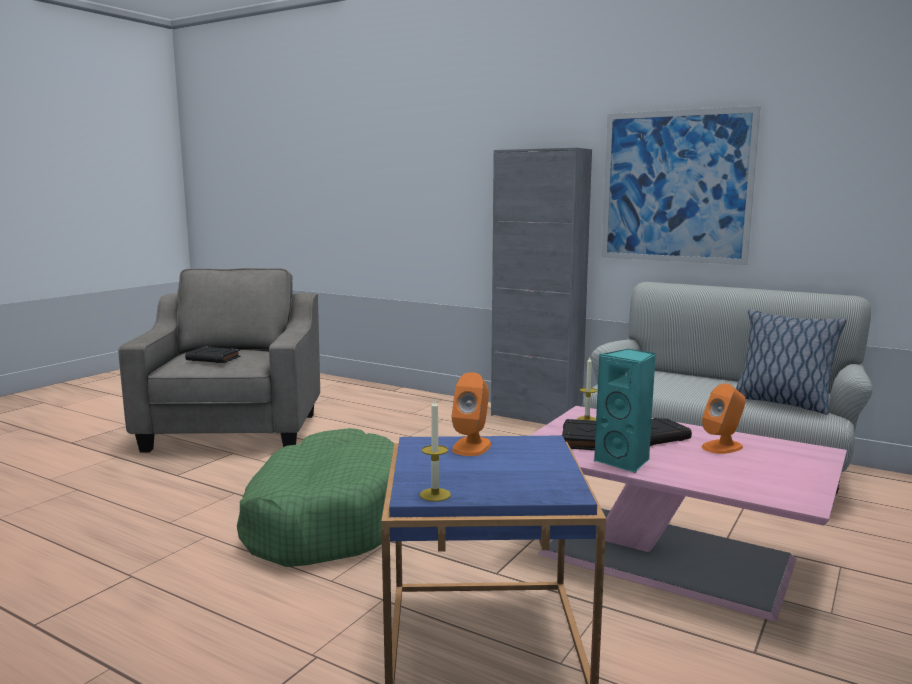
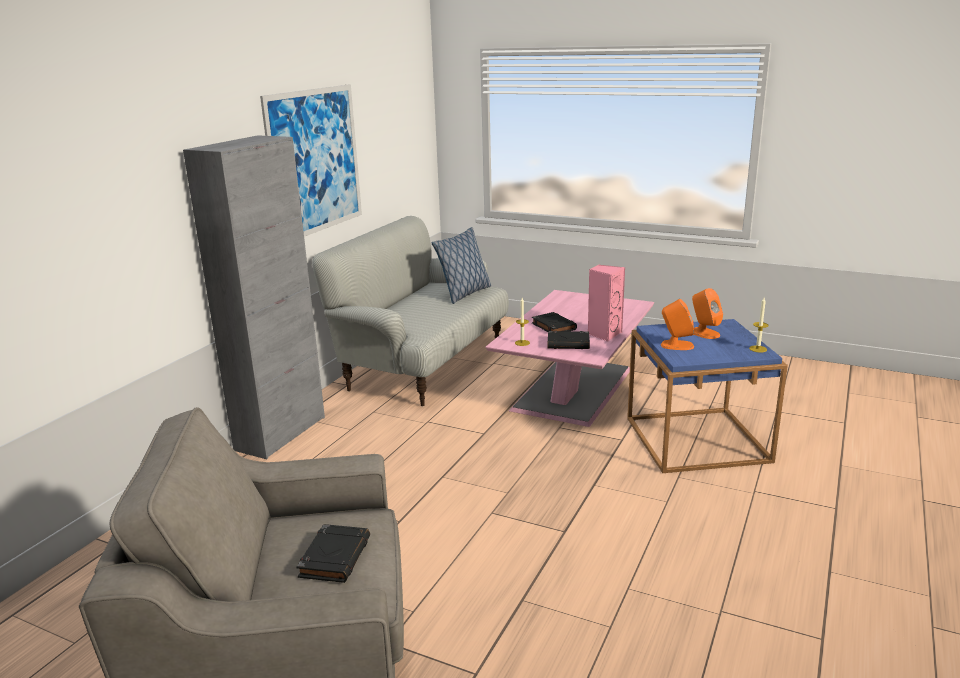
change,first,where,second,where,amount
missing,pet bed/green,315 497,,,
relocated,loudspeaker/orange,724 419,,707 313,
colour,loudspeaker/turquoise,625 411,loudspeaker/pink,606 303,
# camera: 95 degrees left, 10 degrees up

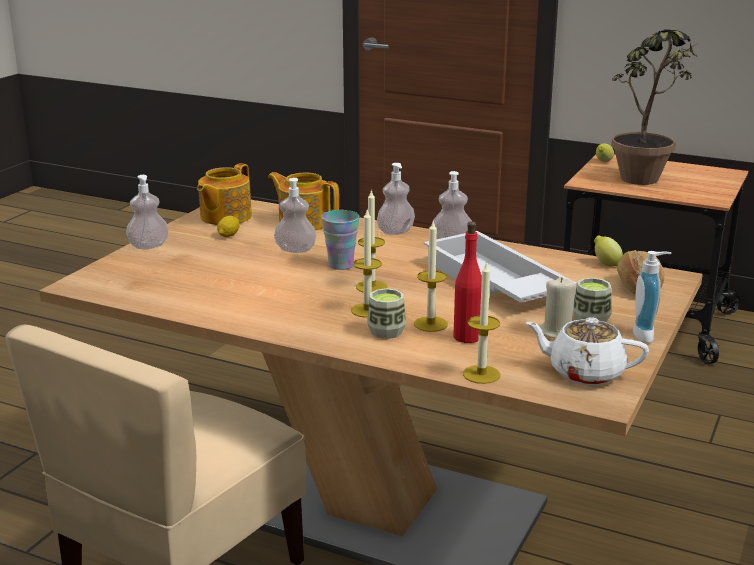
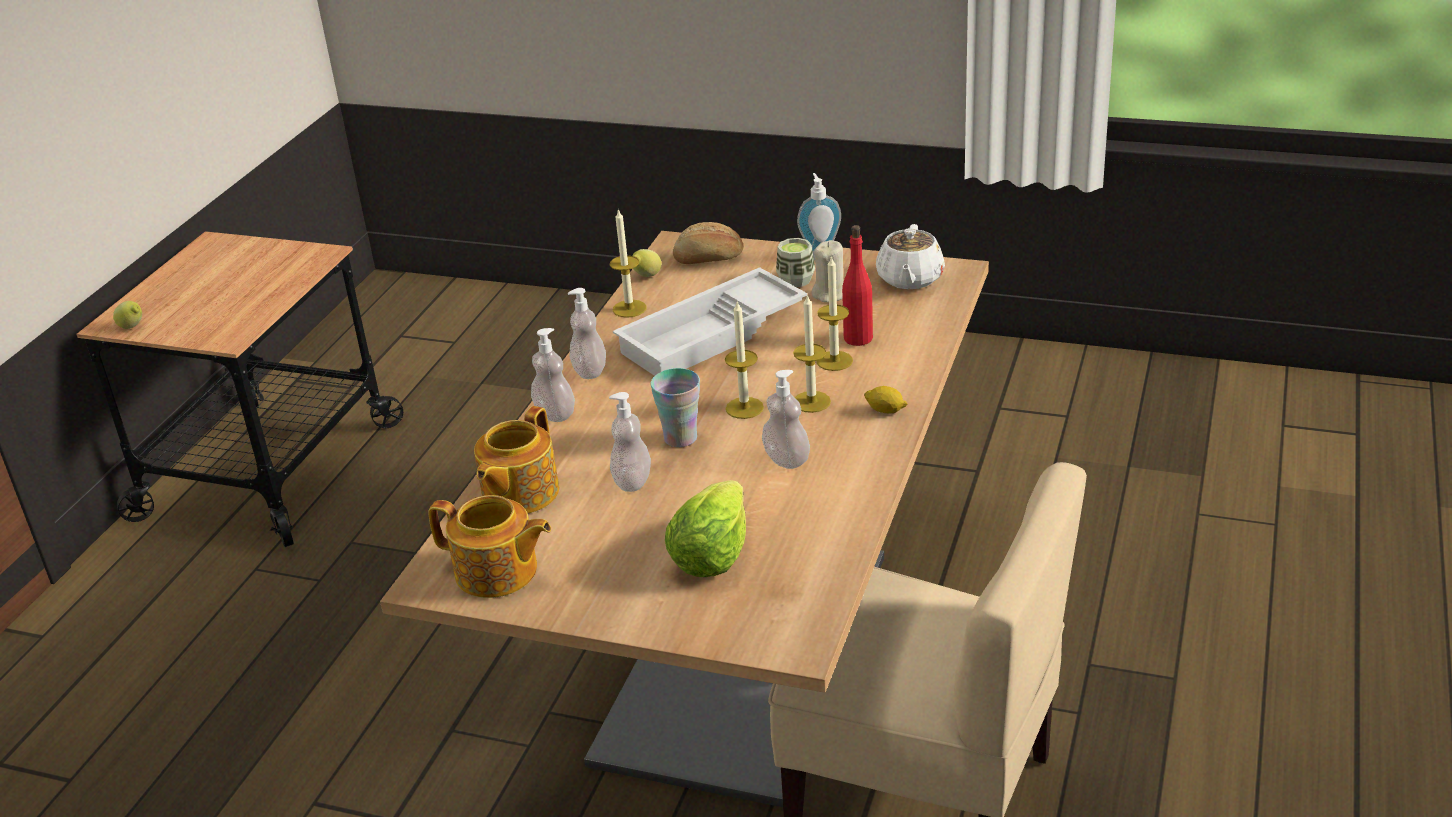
change,first,where,second,where,amount
missing,drinking cup,386 313,,,
missing,potted plant,654 107,,,
appeared,,,lettuce head,705 528,
relocated,soap dispenser,147 212,,786 419,
relocated,lemon,228 226,,885 399,
relocated,wax light,481 322,,628 263,
# camera: 95 degrees left, 10 degrees up

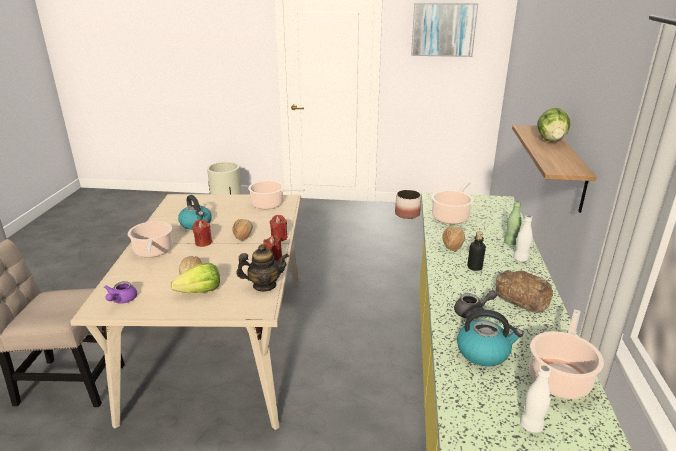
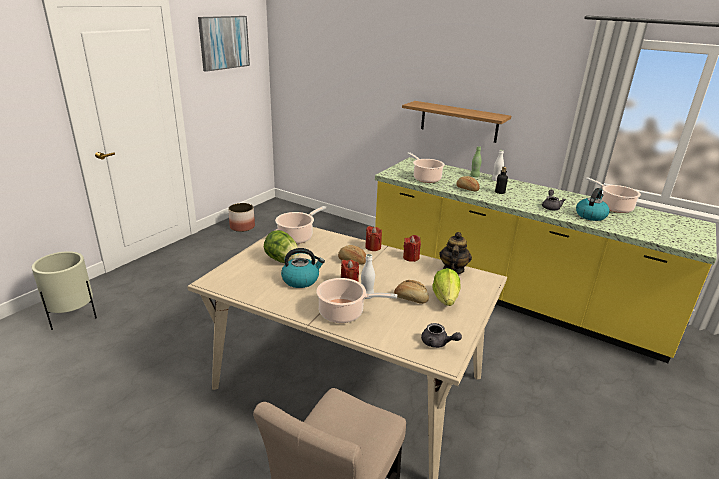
change,first,where,second,where,amount
missing,baked bread,524 291,,,
relocated,beverage bottle/white-coloured,535 399,,368 276,
relocated,lettuce head,553 125,,282 246,
colour,tea pot/purple,120 292,tea pot/grey,441 335,
# camera: 65 degrees left, 0 degrees up

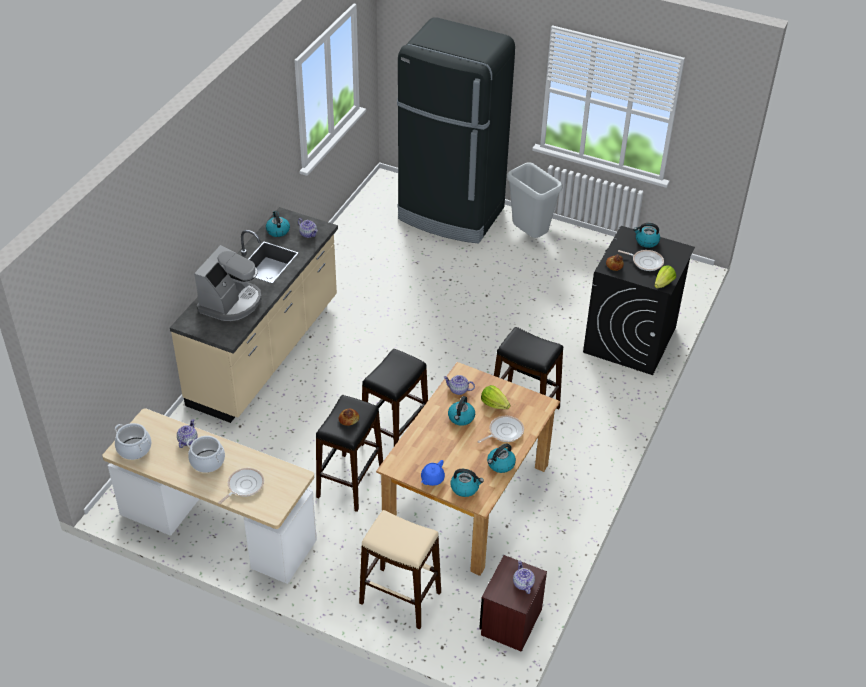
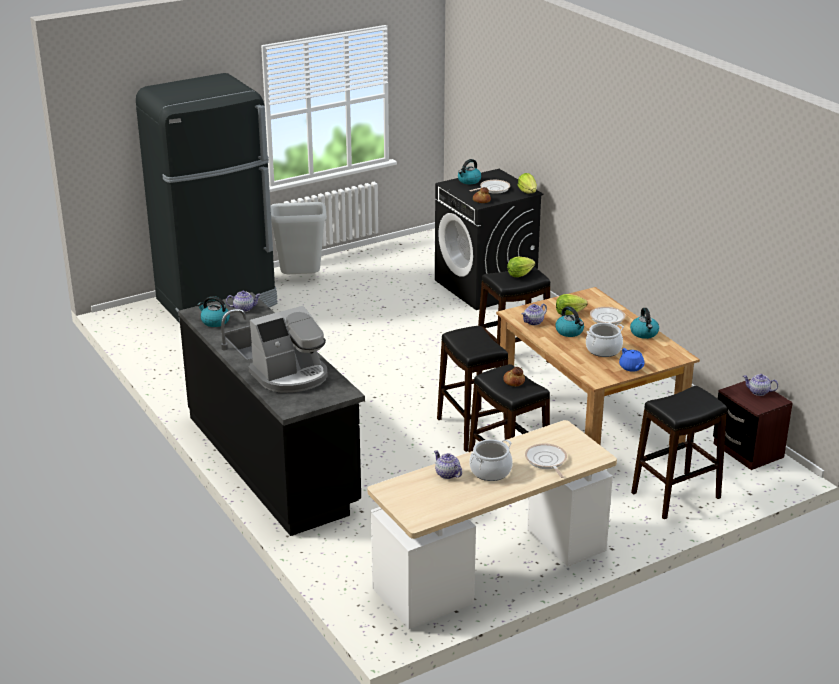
change,first,where,second,where,amount
missing,water kettle,467 483,,,
appeared,,,lettuce head,521 266,
relocated,stockpot,132 441,,605 340,
colour,counter/beige-coloured,254 315,counter/black,271 414,
colour,sitting stool/beige-coloured,400 569,sitting stool/black,679 452,
spun,coffee maker,228 283,,288 349,90 degrees clockwise
# camera: 55 degrees left, 15 degrees down

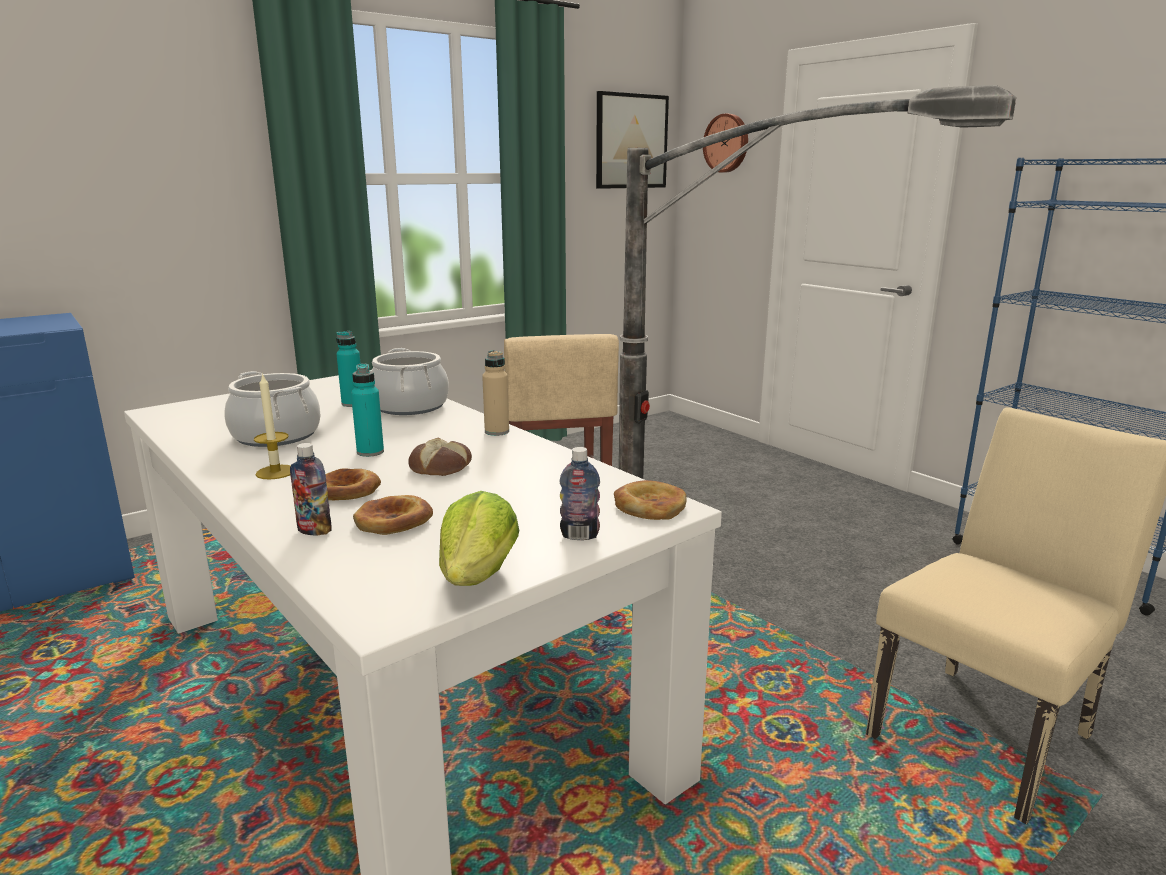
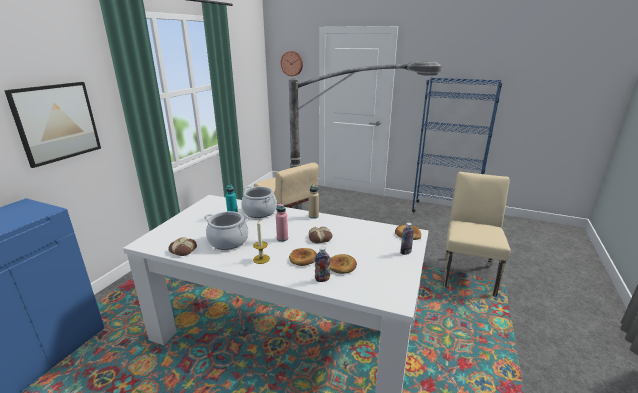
change,first,where,second,where,amount
missing,lettuce head,479 538,,,
appeared,,,baked bread,182 246,
relocated,wall art,632 140,,52 125,
colour,beverage bottle/turquoise,367 410,beverage bottle/pink,282 222,
# camera: 30 degrees left, 5 degrees up

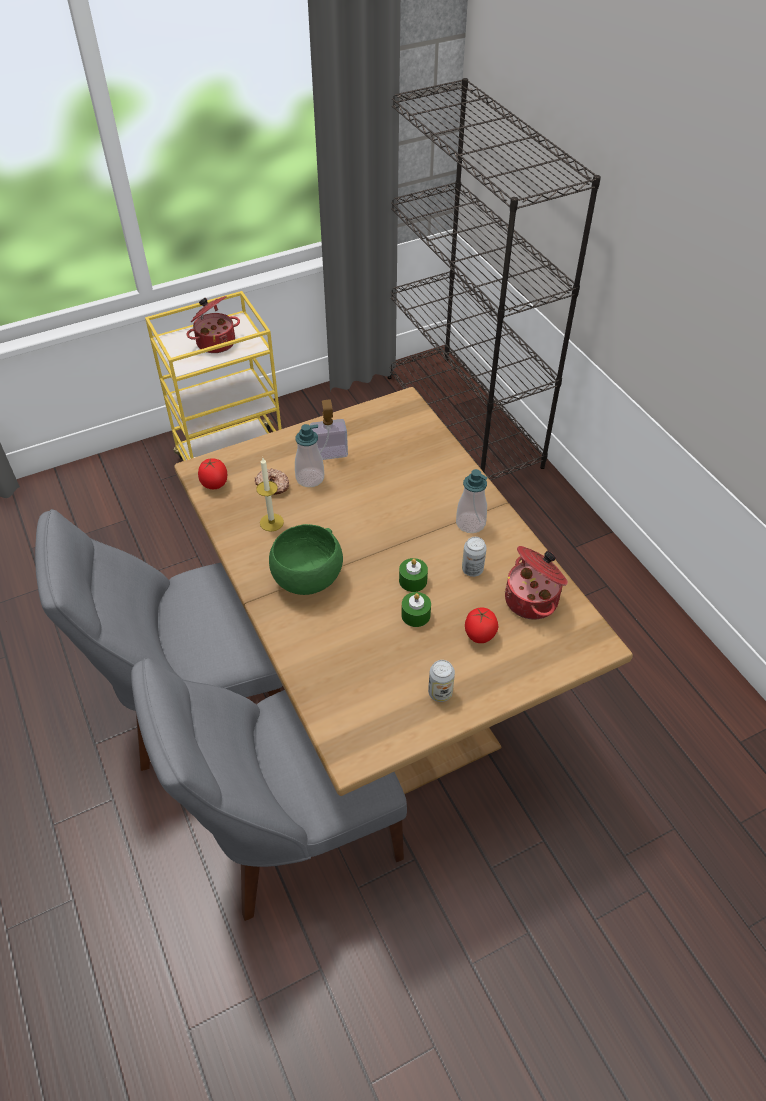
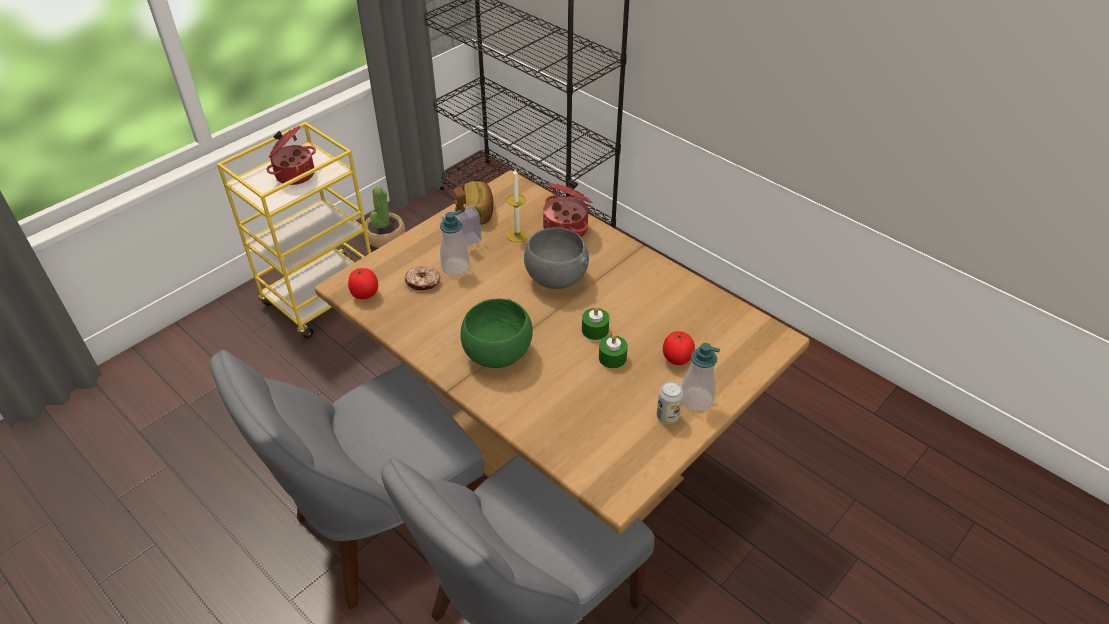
change,first,where,second,where,amount
missing,sealed can,474 557,,,
appeared,,,potted plant,384 217,
appeared,,,baked bread,478 203,
appeared,,,bowl/grey,556 258,
relocated,wax light,270 495,,517 205,
relocated,soap dispenser,472 501,,700 377,
relocated,stockpot,536 583,,567 208,
# camera: 20 degrees left, 5 degrees down

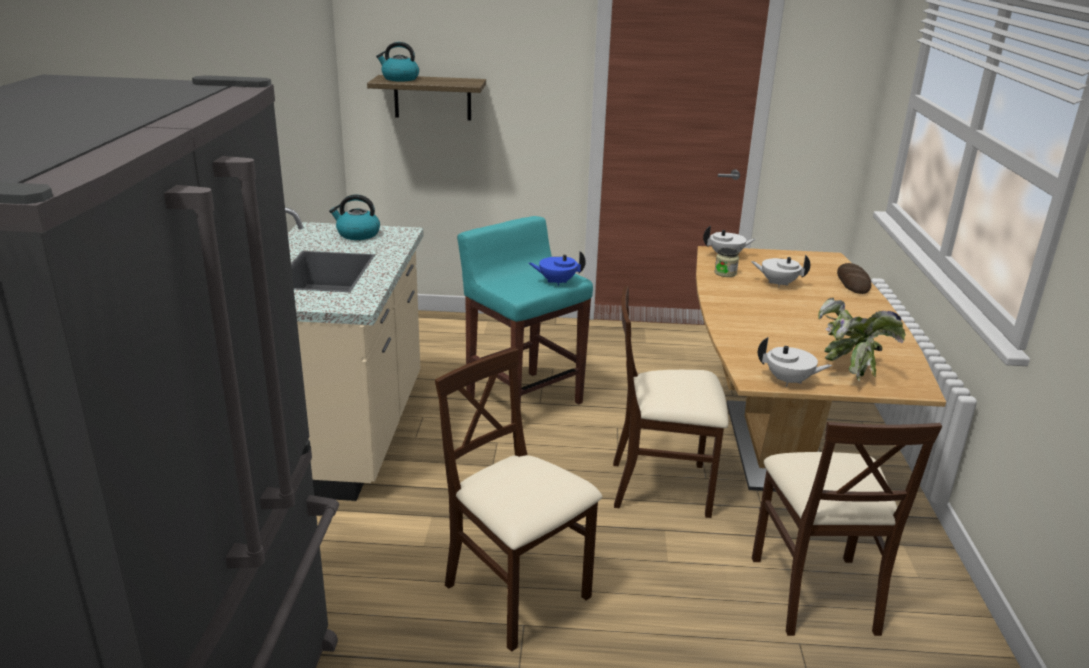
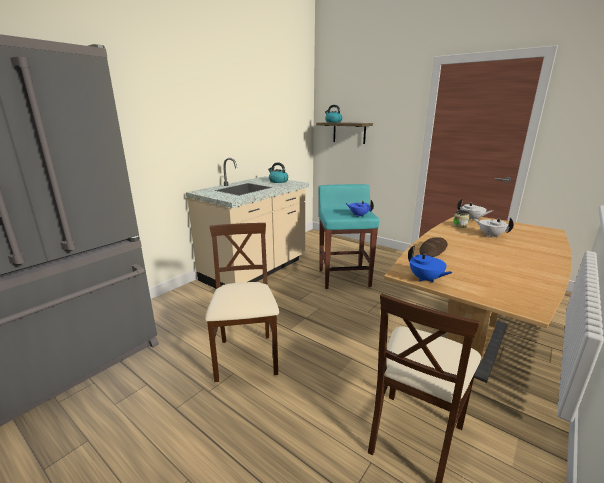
change,first,where,second,where,amount
missing,upright chair/beige-coloured,671 402,,,
missing,potted plant,862 339,,,
relocated,baked bread,854 278,,433 247,
colour,tea pot/white-coloured,795 362,tea pot/bluish,430 264,
# camera: 35 degrees right, 5 degrees down

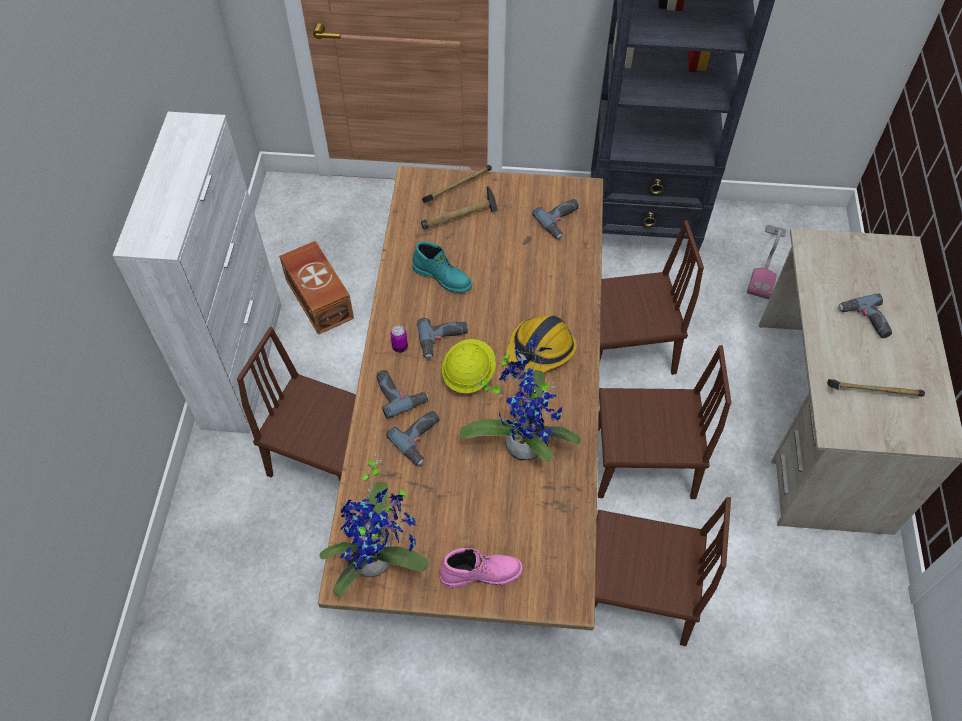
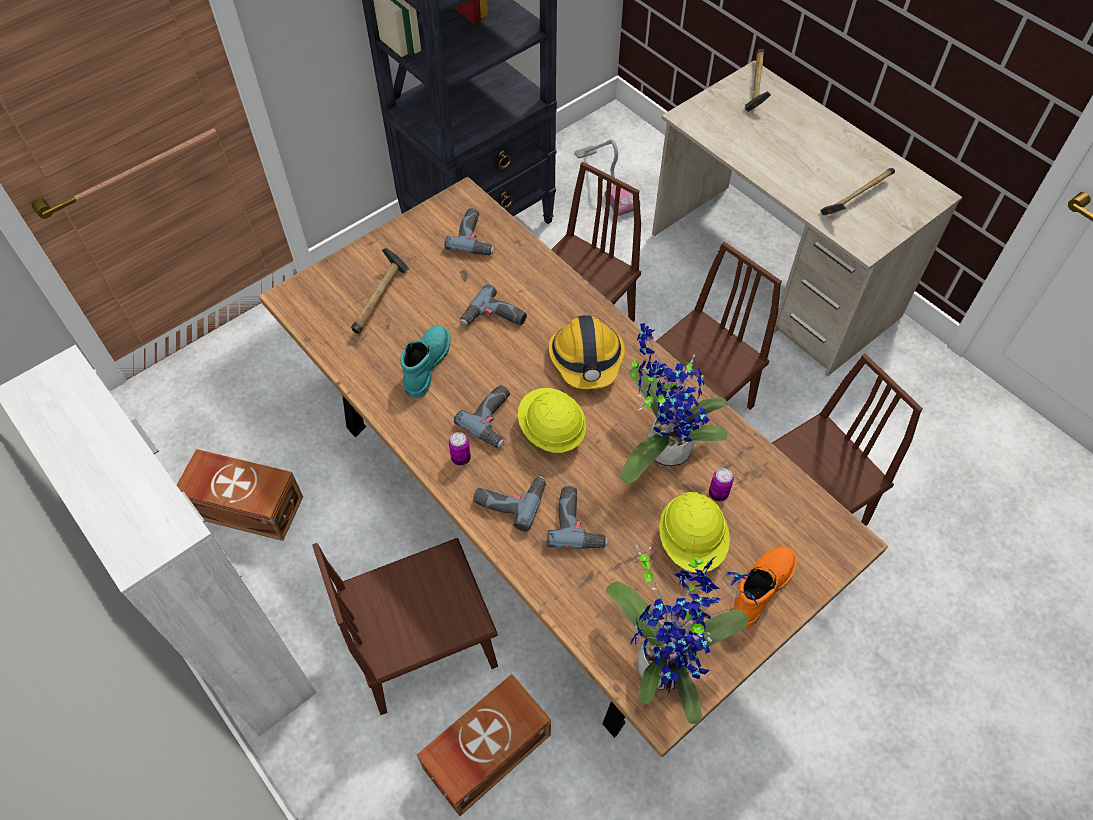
change,first,where,second,where,amount
appeared,,,storage bin/brown,484 745,
appeared,,,safety helmet/yellowish,694 532,
appeared,,,sealed can,721 484,
relocated,hand hammer,457 184,,758 80,
relocated,power drill,865 316,,493 305,
colour,boot/pink,481 568,boot/orange,764 587,
spun,boot/turquoise,442 267,,425 361,60 degrees counterclockwise
# camera: 45 degrees left, 0 degrees up

